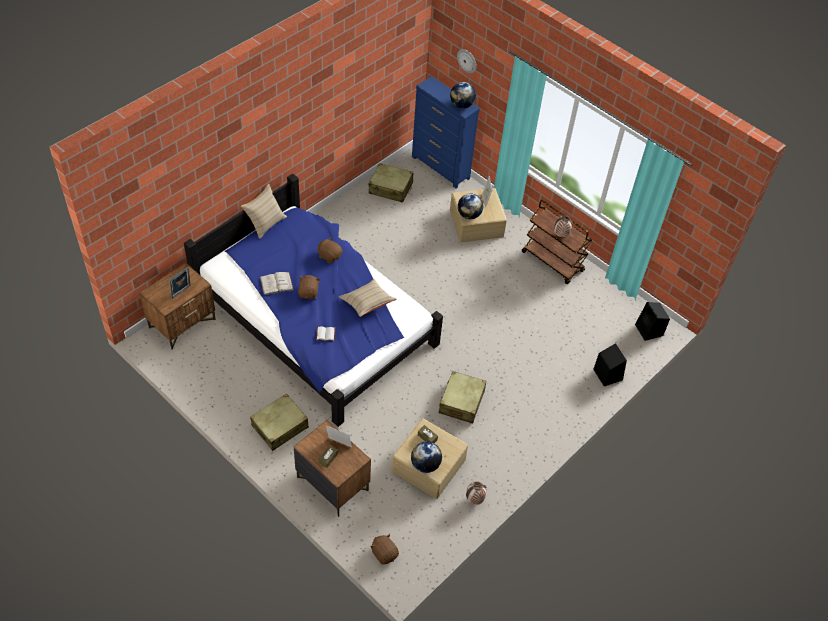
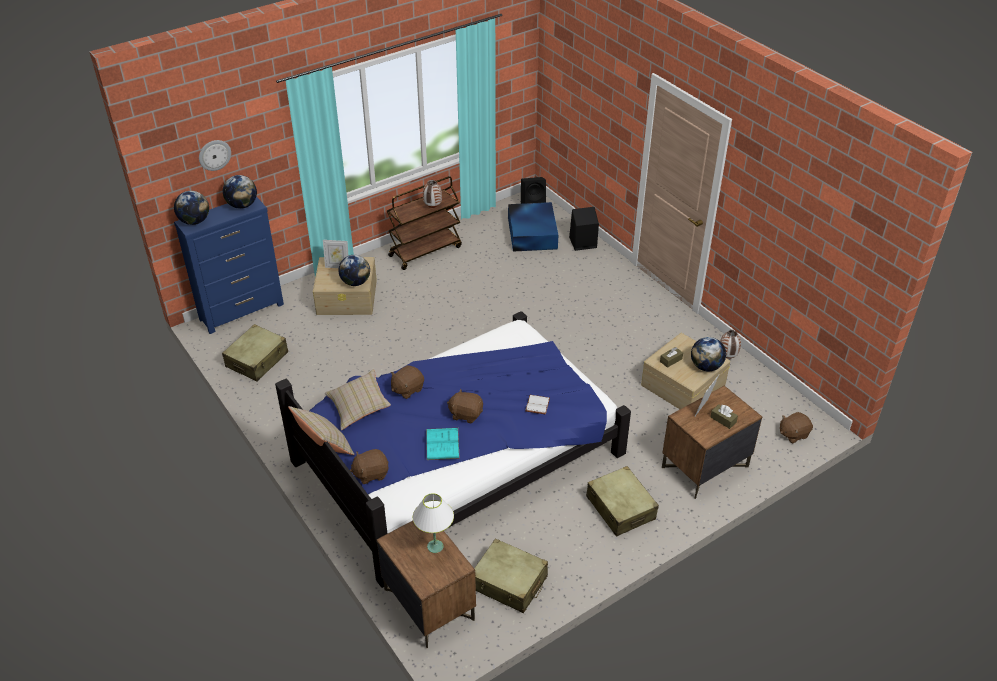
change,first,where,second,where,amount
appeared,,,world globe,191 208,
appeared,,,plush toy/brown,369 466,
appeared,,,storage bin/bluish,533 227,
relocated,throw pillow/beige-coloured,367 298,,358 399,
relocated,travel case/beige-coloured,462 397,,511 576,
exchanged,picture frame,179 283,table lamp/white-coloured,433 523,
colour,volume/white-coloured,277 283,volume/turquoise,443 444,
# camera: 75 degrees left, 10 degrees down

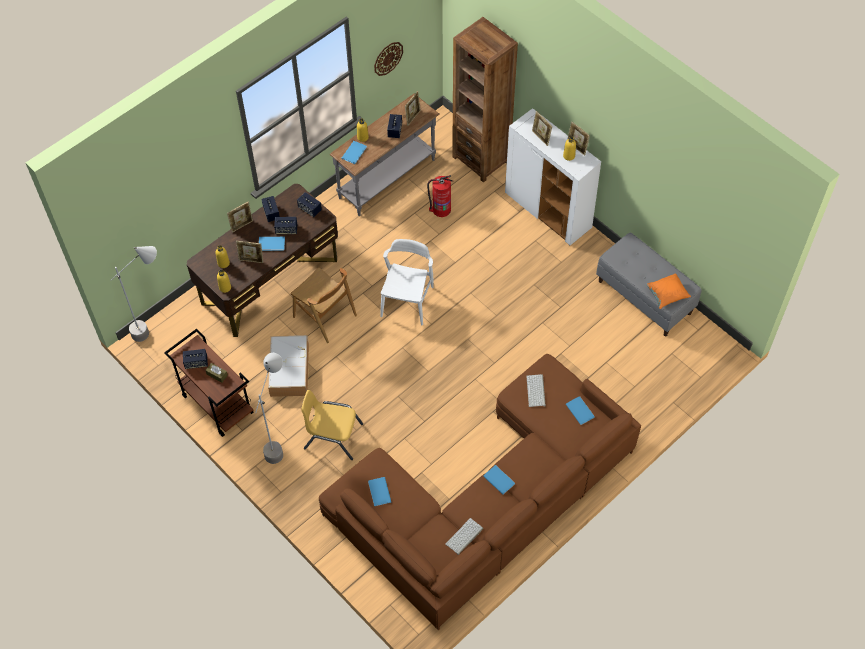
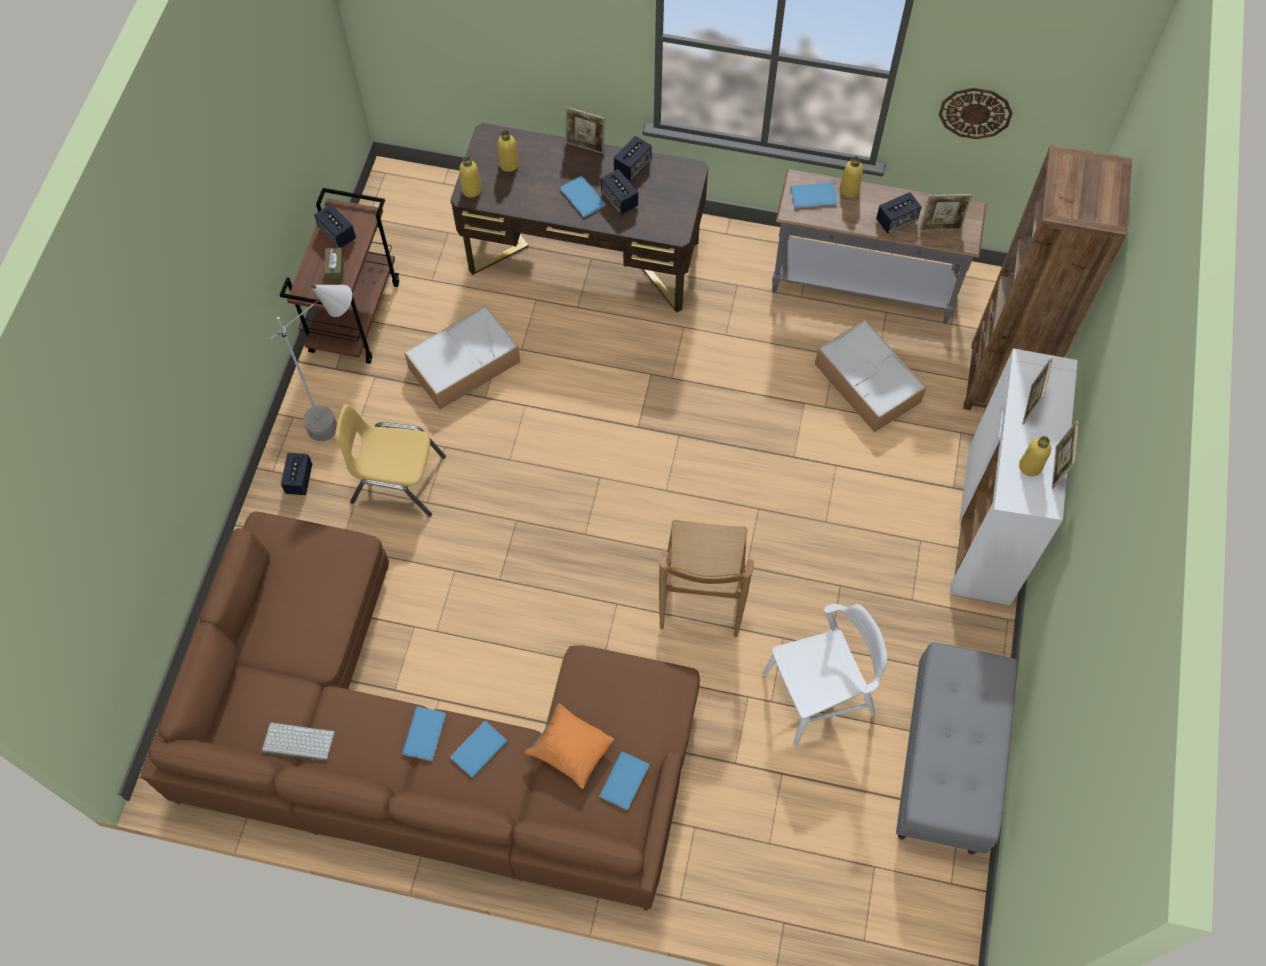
change,first,where,second,where,amount
missing,floor lamp/grey,134 294,,,
missing,picture frame,249 252,,,
missing,keyboard,536 390,,,
relocated,upright chair/brown,324 305,,706 578,
relocated,loudspeaker,309 204,,296 474,
relocated,volume/bluish,379 491,,478 749,
relocated,upright chair/white-coloured,407 282,,824 675,
relocated,throw pillow/orange,668 291,,569 746,
exchanged,fire extinguisher,440 196,storage bin,871 376,
spun,upright chair/yellowish,332 425,,390 460,60 degrees counterclockwise
# camera: 55 degrees right, 5 degrees up

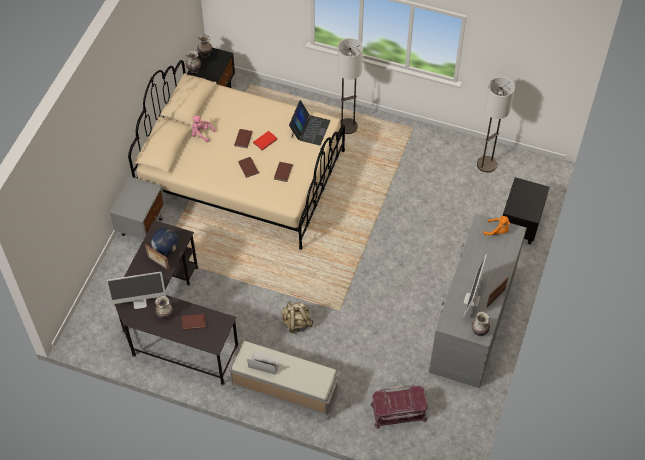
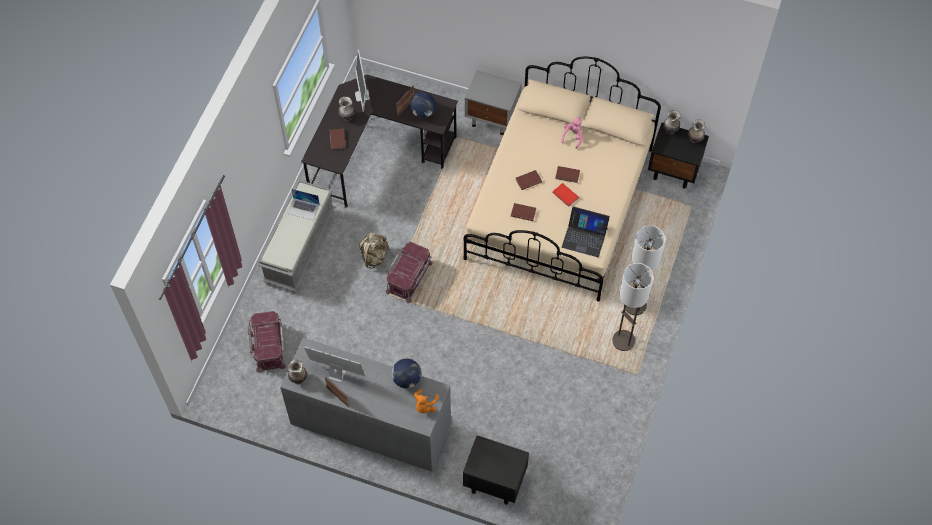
change,first,where,second,where,amount
appeared,,,storage bin/red,409 272,
appeared,,,world globe,406 373,
relocated,floor lamp,496 124,,632 307,
spun,notebook computer,264 363,,303 204,90 degrees clockwise
# camera: 90 degrees right, 5 degrees up

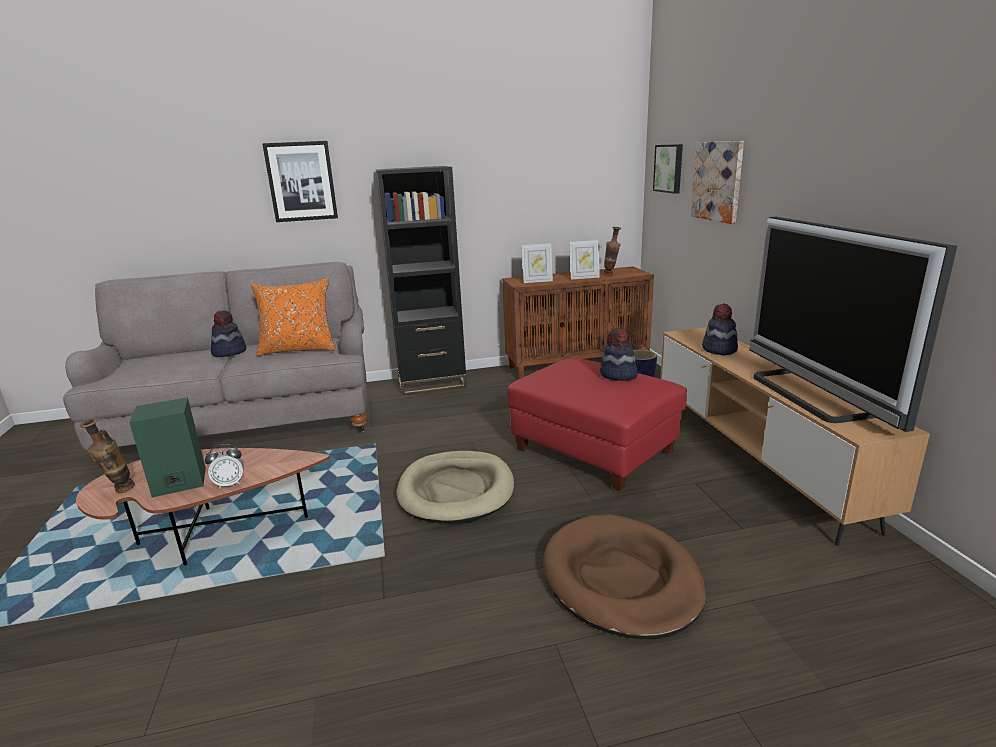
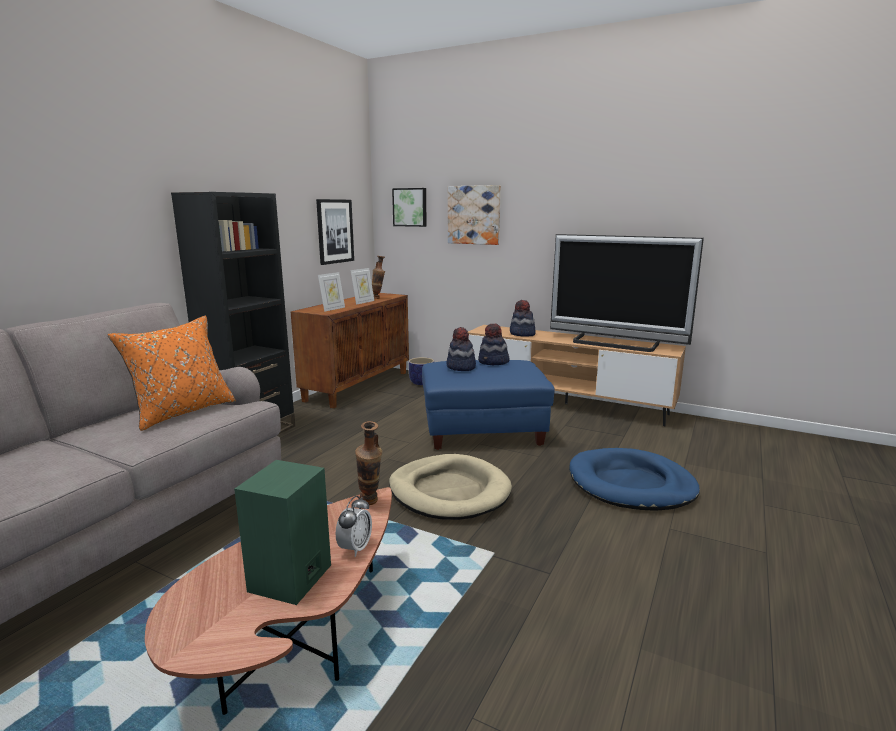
change,first,where,second,where,amount
relocated,flower vase,107 455,,368 463,
relocated,clothing hat,228 333,,461 349,
relocated,wall art,300 181,,335 232,
colour,footrest/red,597 424,footrest/bluish,488 405,
colour,pet bed/brown,624 576,pet bed/bluish,634 479,
# camera: 50 degrees left, 5 degrees down

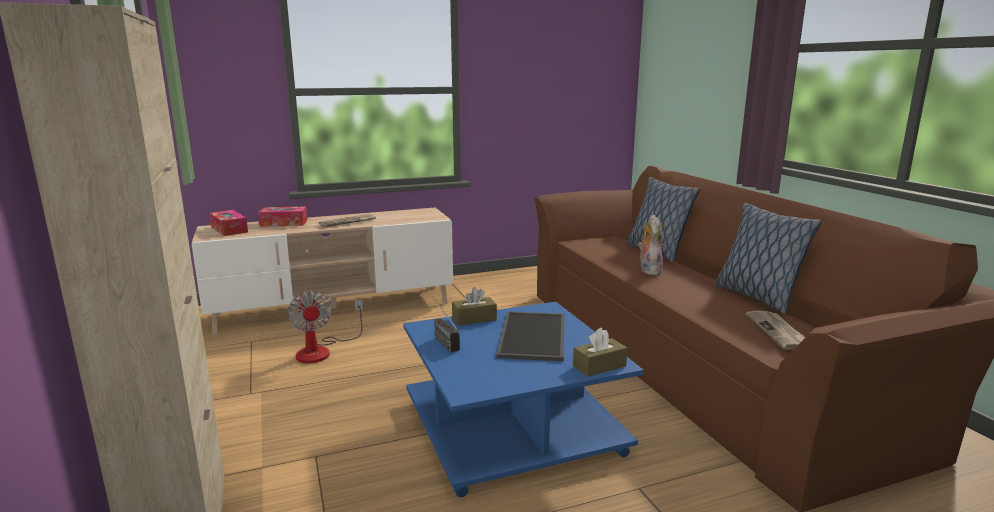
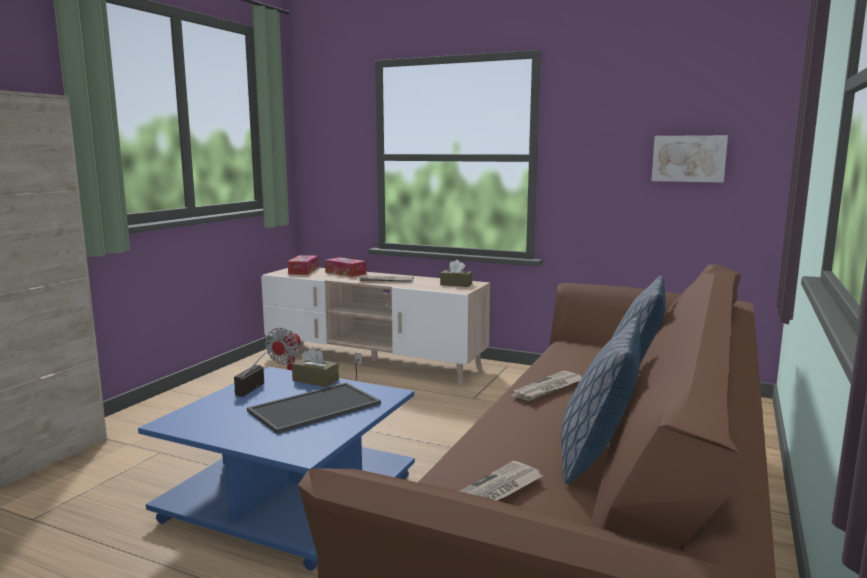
change,first,where,second,where,amount
appeared,,,wall art,689 158,
relocated,box of tissues/brown,600 352,,456 273,
exchanged,plush toy,650 245,daily paper,546 386,
# camera: 45 degrees right, 5 degrees down

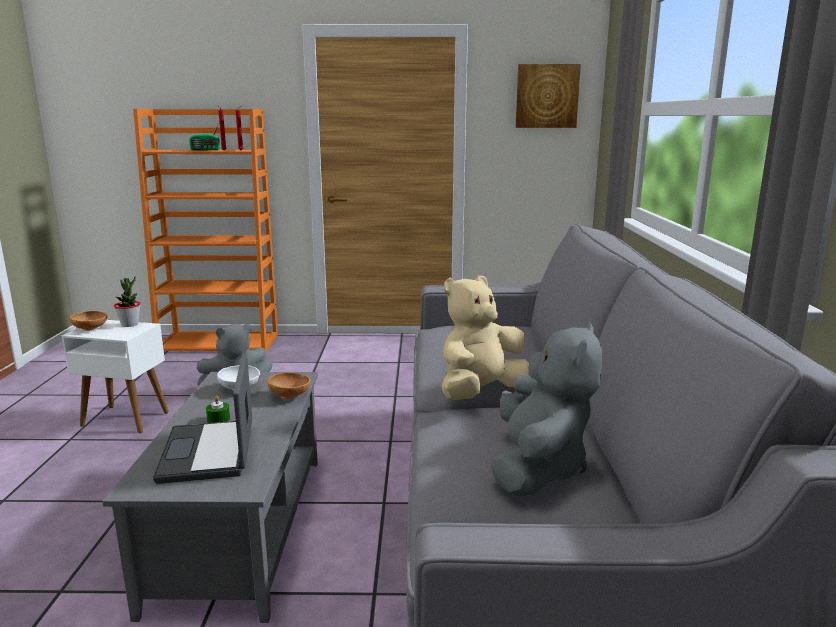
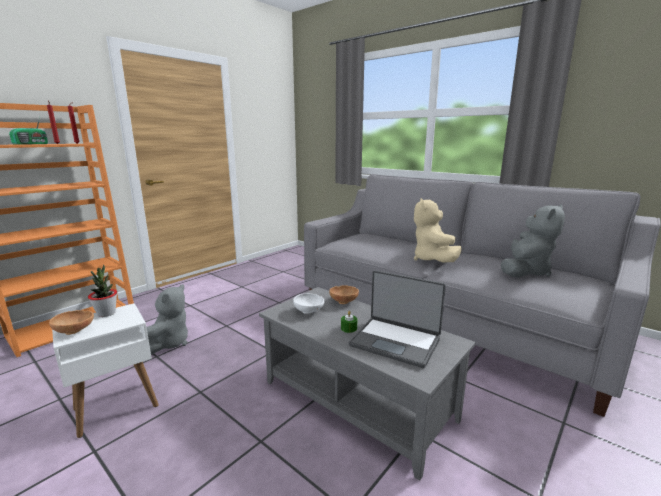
change,first,where,second,where,amount
missing,wall art,548 96,,,
spun,plush toy/grey,546 409,,533 241,75 degrees clockwise
# camera: 50 degrees left, 0 degrees up

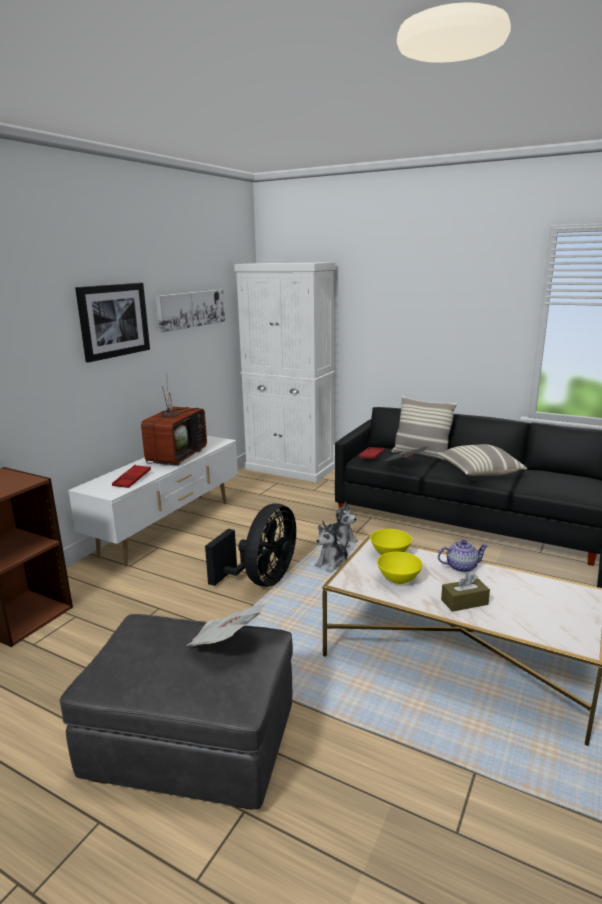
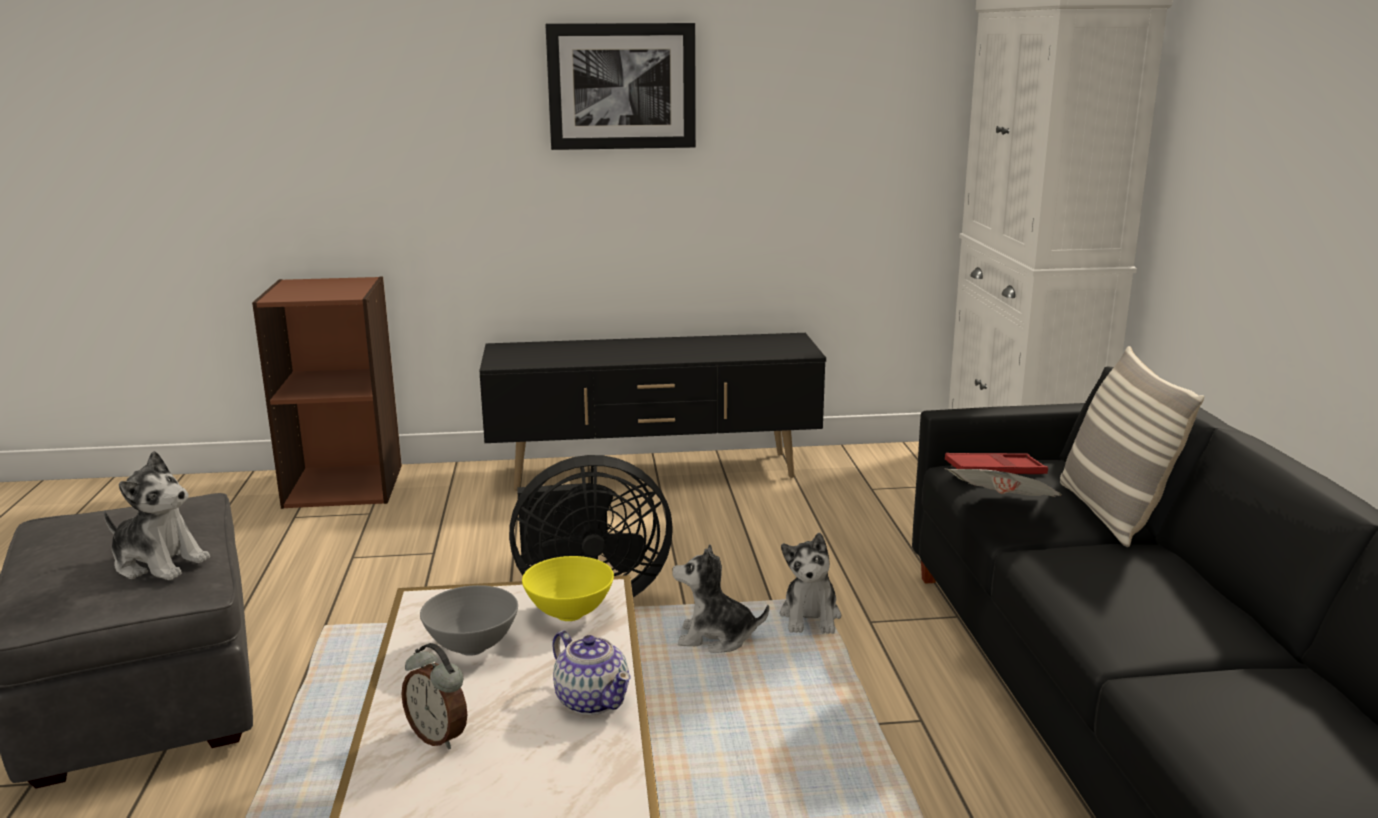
change,first,where,second,where,amount
missing,serving tray/red,131 476,,,
missing,television,174 419,,,
missing,wall art,190 311,,,
missing,throw pillow,482 460,,,
exchanged,daily paper,225 625,plush toy,157 515,
exchanged,box of tissues/brown,465 592,table clock,434 696,
colour,tv stand/white-coloured,153 501,tv stand/black,653 412,
colour,bowl/yellowish,400 568,bowl/grey,469 620,
# camera: 55 degrees right, 0 degrees up

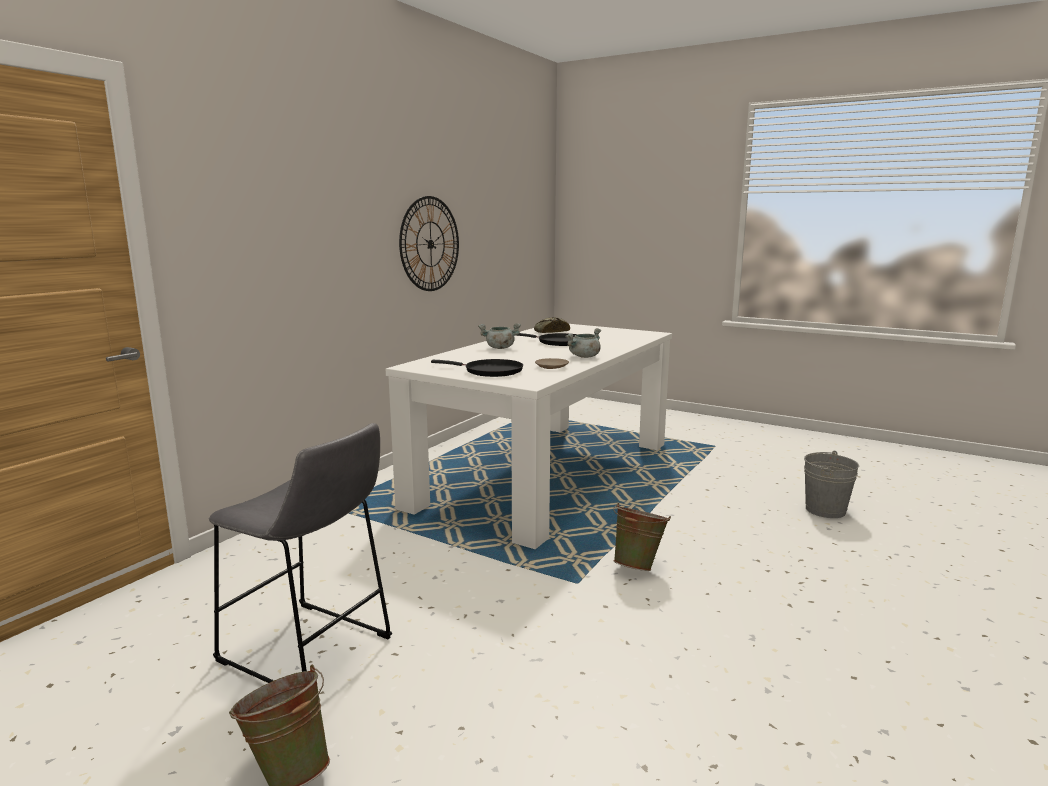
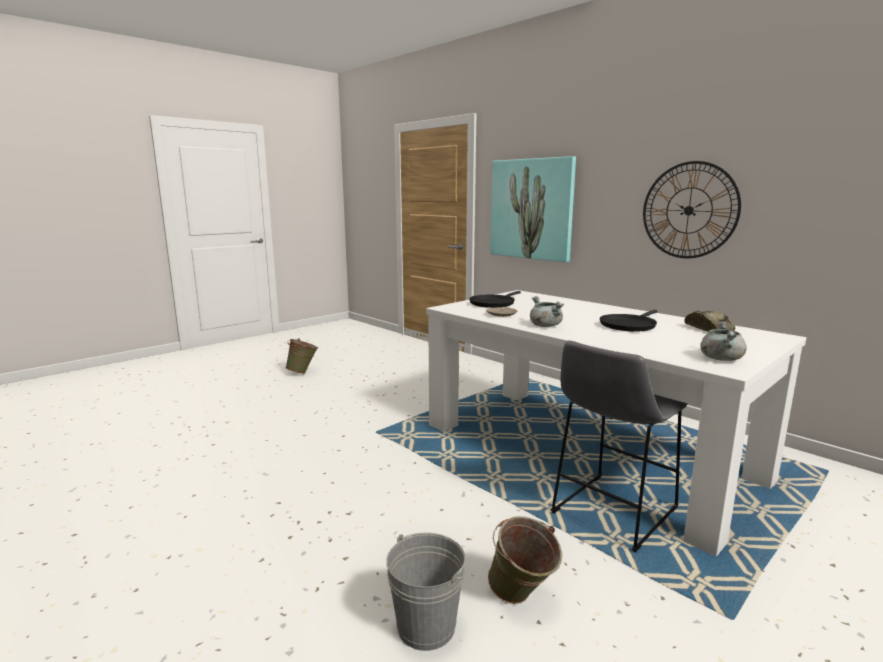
change,first,where,second,where,amount
appeared,,,wall art,533 209,
relocated,sitting stool/grey,300 553,,619 446,
relocated,stockpot/grey,499 336,,723 341,
relocated,bucket/green,642 537,,525 560,
# camera: 105 degrees right, 0 degrees up

